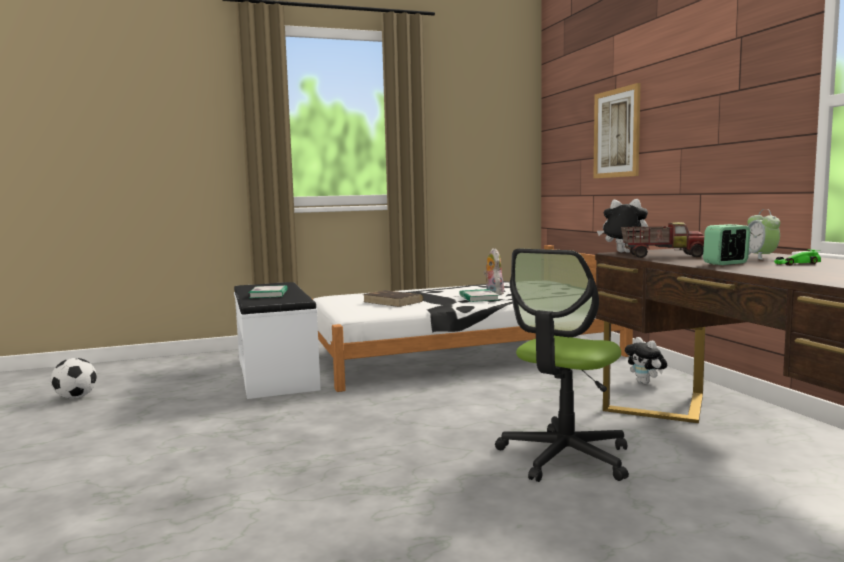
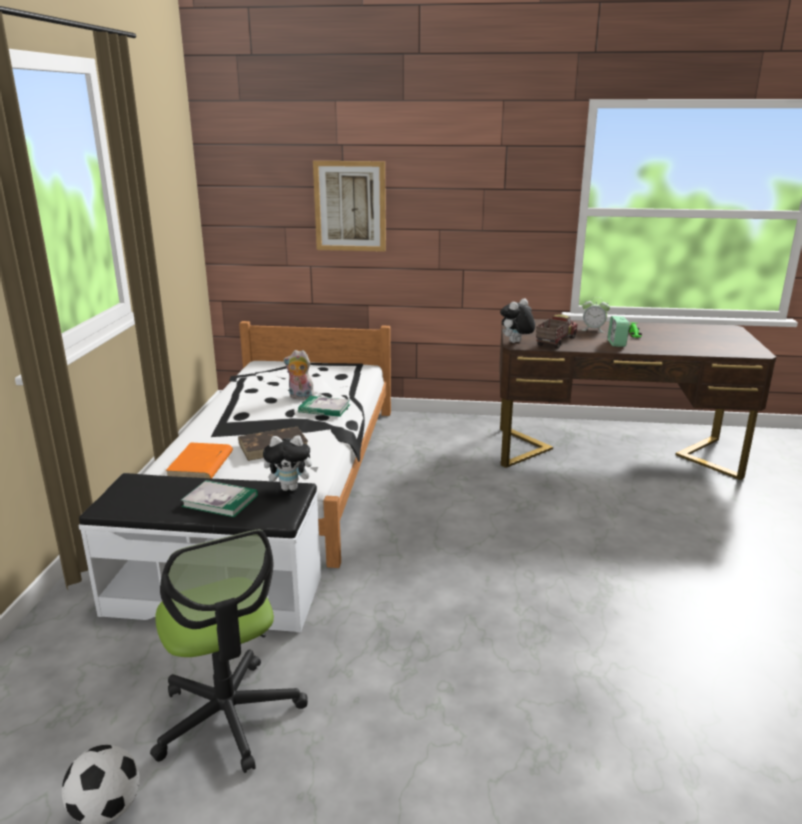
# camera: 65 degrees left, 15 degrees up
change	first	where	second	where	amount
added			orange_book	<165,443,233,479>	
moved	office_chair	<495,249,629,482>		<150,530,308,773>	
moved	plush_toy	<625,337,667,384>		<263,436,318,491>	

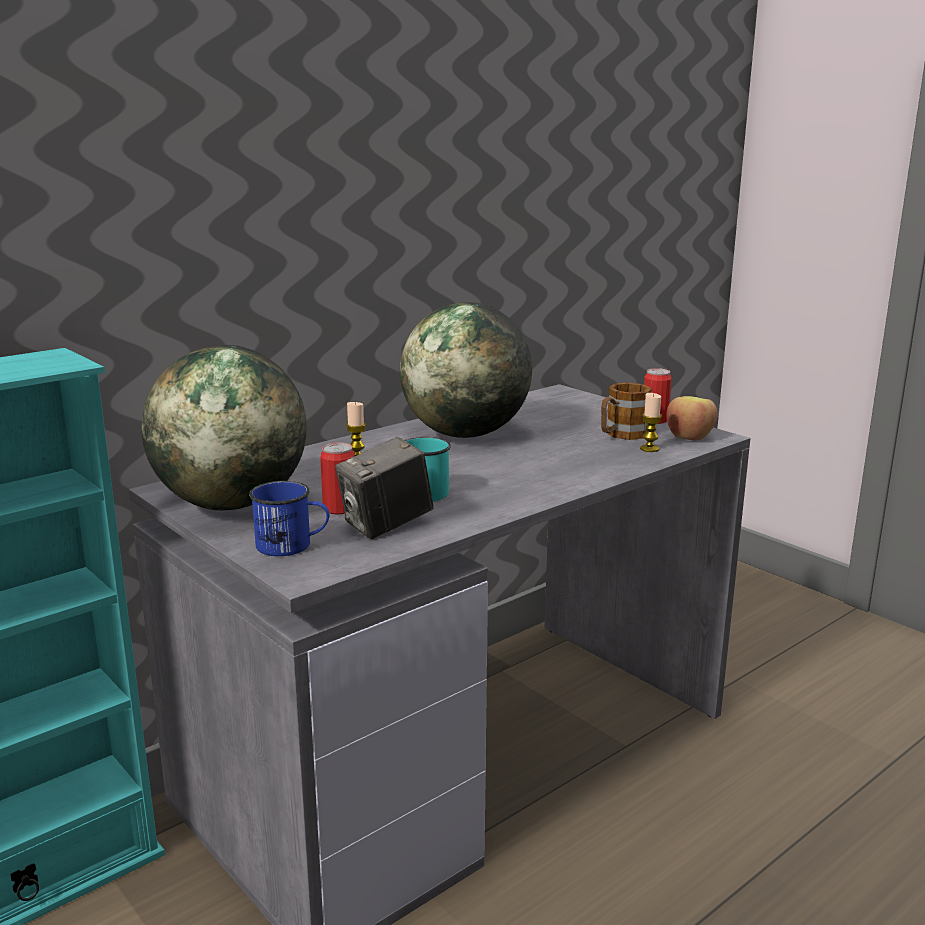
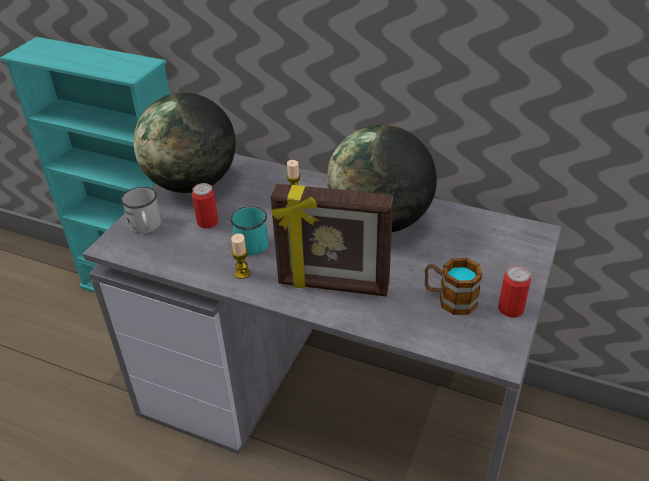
# camera: 65 degrees right, 20 degrees up
change	first	where	second	where	amount
removed	photo_camera	<335,437,434,539>			
removed	apple	<666,396,717,441>			
added			picture_frame	<271,184,393,296>	
moved	candle	<640,393,662,452>		<231,234,250,279>	
recoloured	blue_mug	<249,481,329,556>	white_mug	<121,187,161,234>	

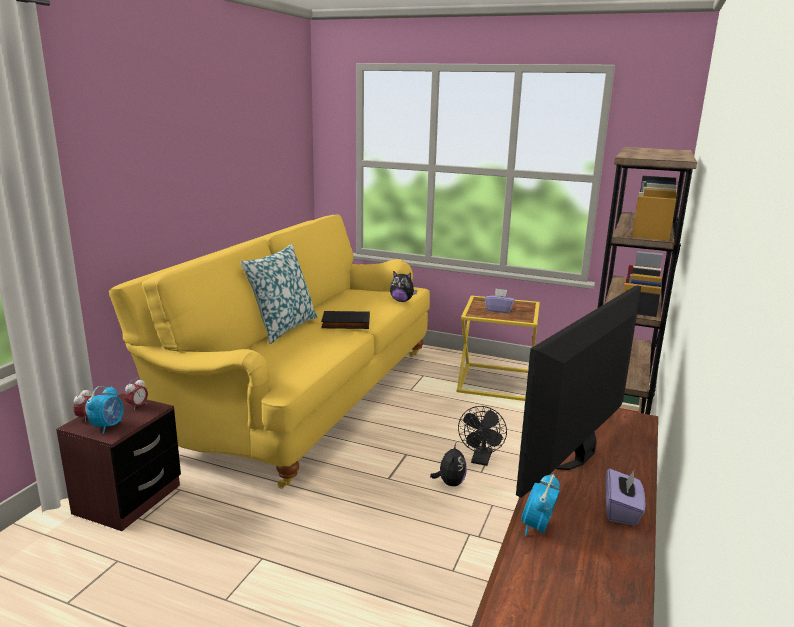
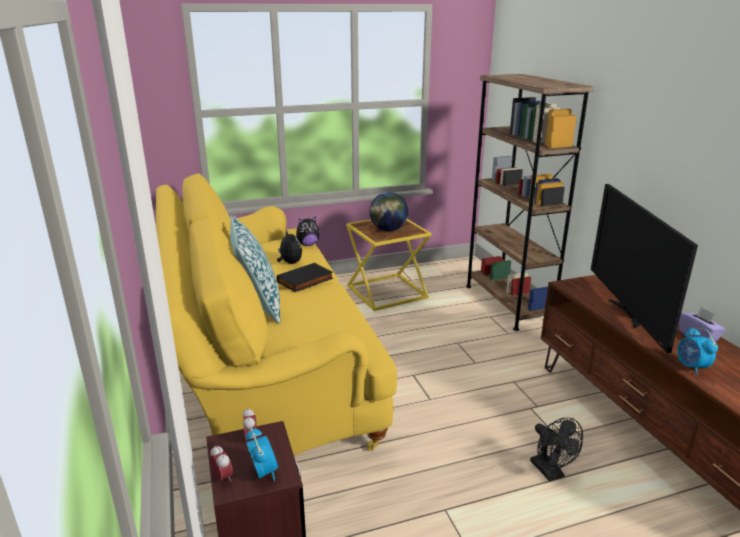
# camera: 40 degrees left, 5 degrees up
change	first	where	second	where	amount
moved	plush_toy	<430,443,467,486>		<277,230,302,264>	
moved	black_fan	<458,406,507,466>		<530,418,583,482>	
replaced	purple_tissue_box	<485,288,515,313>	globe	<369,192,409,231>	

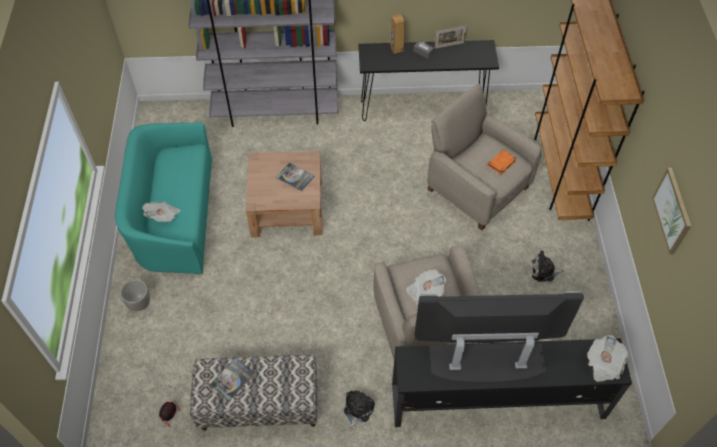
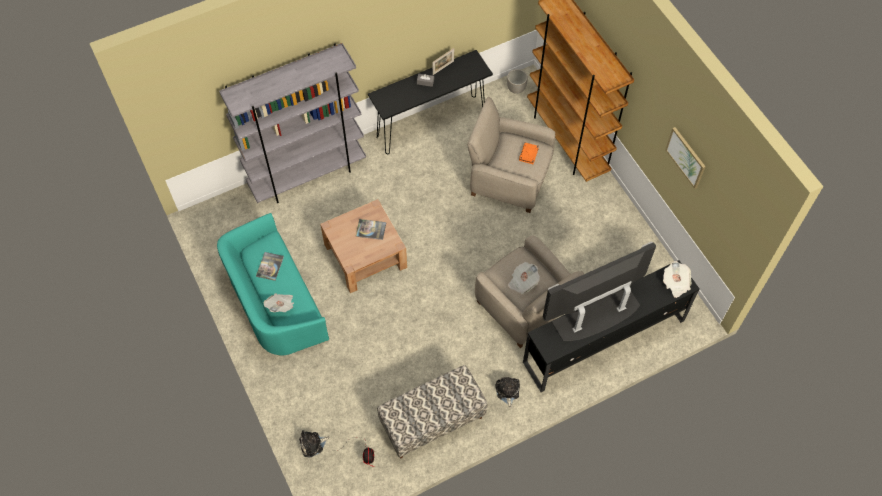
# camera: 25 degrees left, 5 degrees up
change	first	where	second	where	amount
removed	brown_speaker	<390,14,405,54>			
moved	planter	<120,279,150,311>		<507,69,528,94>	
moved	book	<210,358,255,401>		<256,252,284,281>	
moved	plush_toy	<532,250,564,282>		<299,430,330,458>	

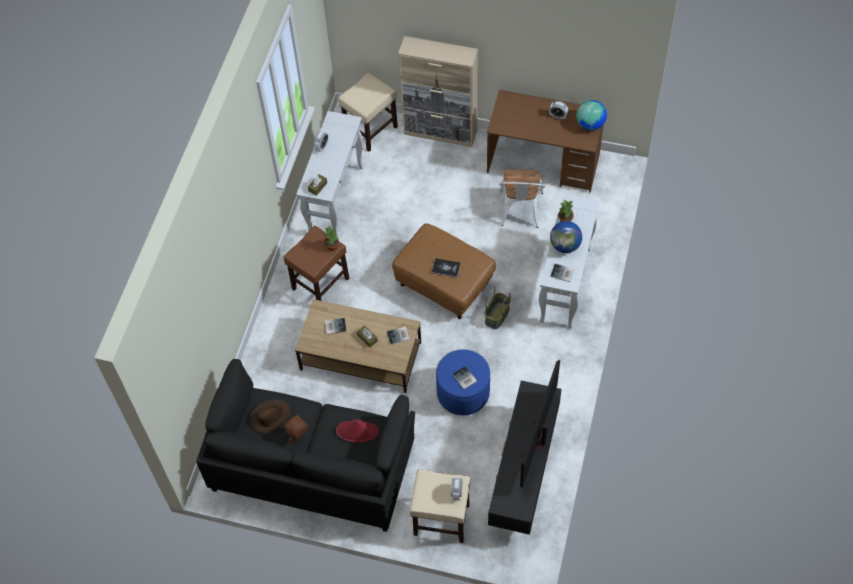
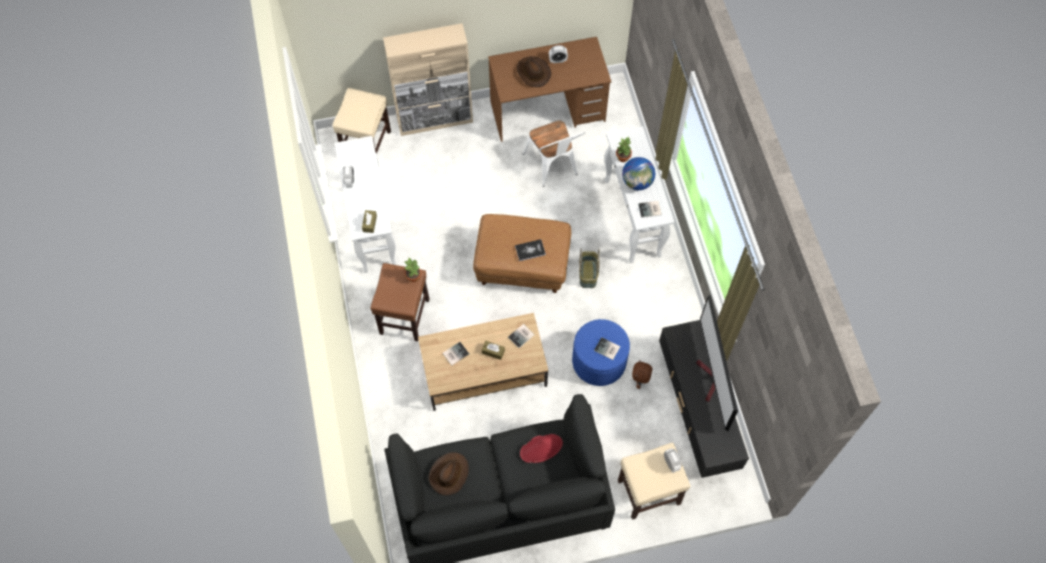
# camera: 30 degrees left, 5 degrees up
change	first	where	second	where	amount
removed	globe	<576,100,607,131>			
added			brown_hat	<517,56,551,87>	
moved	brown_plush_toy	<284,414,308,443>		<632,360,652,389>	

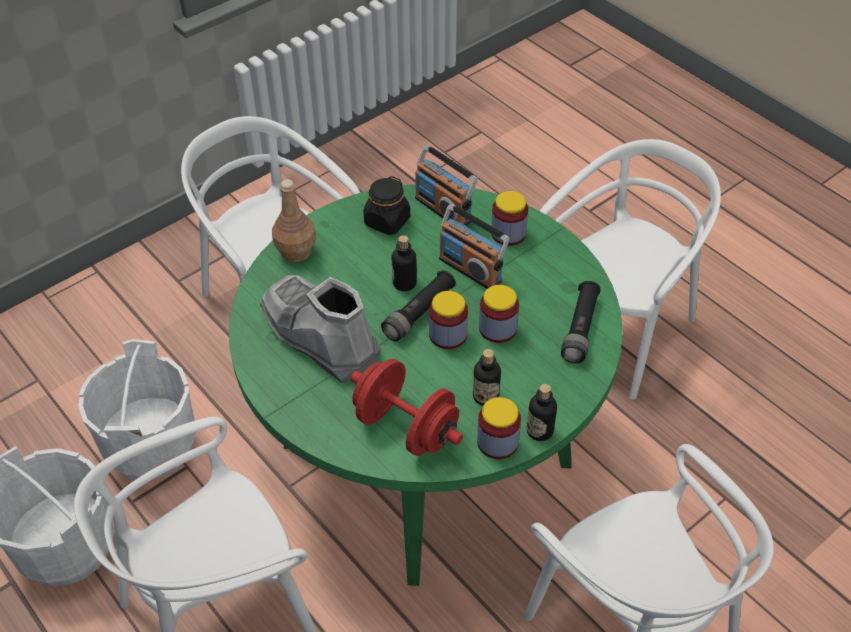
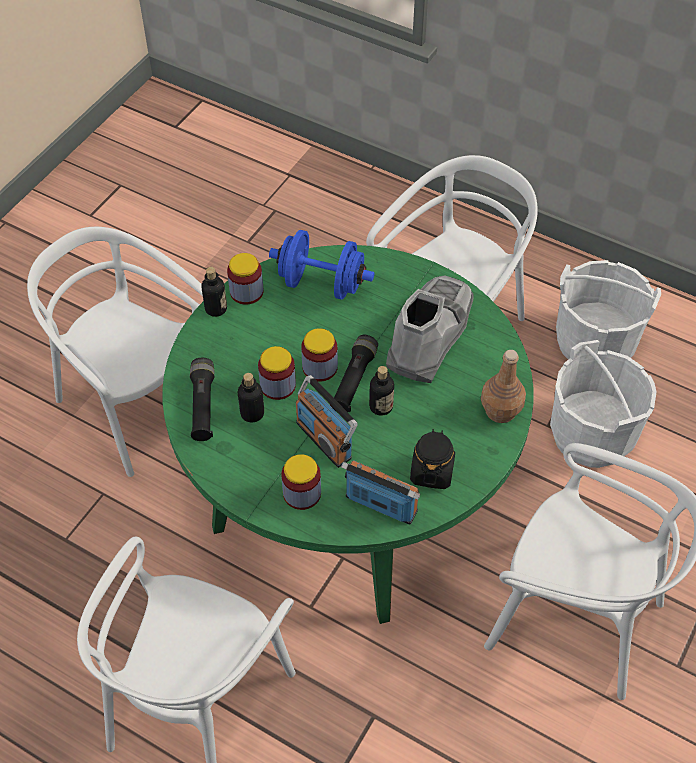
# camera: 160 degrees right, 5 degrees up
change	first	where	second	where	amount
moved	bottle	<473,349,501,405>		<237,373,264,422>	
recoloured	red_dumbbell	<351,359,463,456>	blue_dumbbell	<269,230,374,300>	
turned	grey_boot	<260,275,381,383>		<386,275,474,383>	90 degrees counterclockwise
turned	radio	<439,204,510,289>		<296,375,358,468>	150 degrees counterclockwise

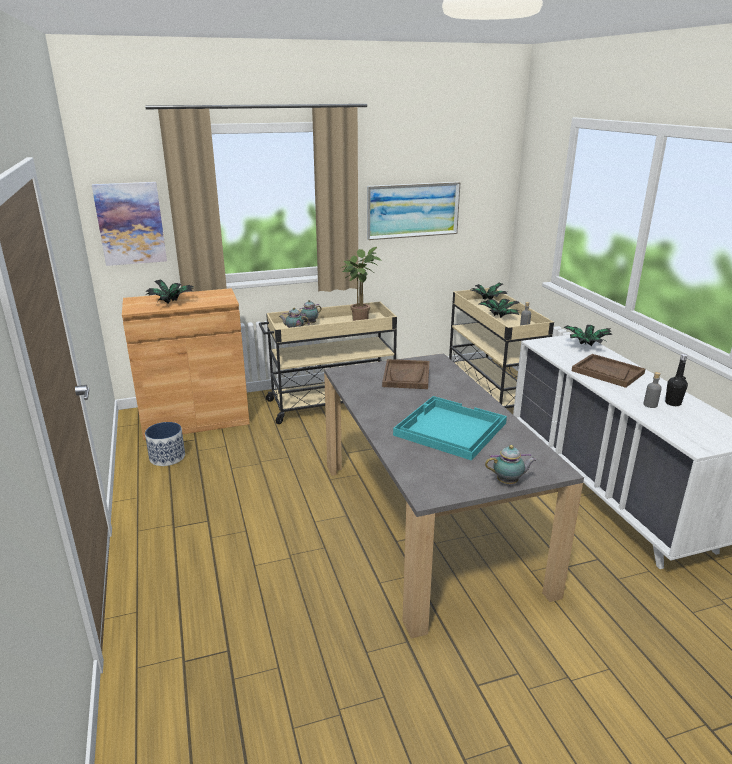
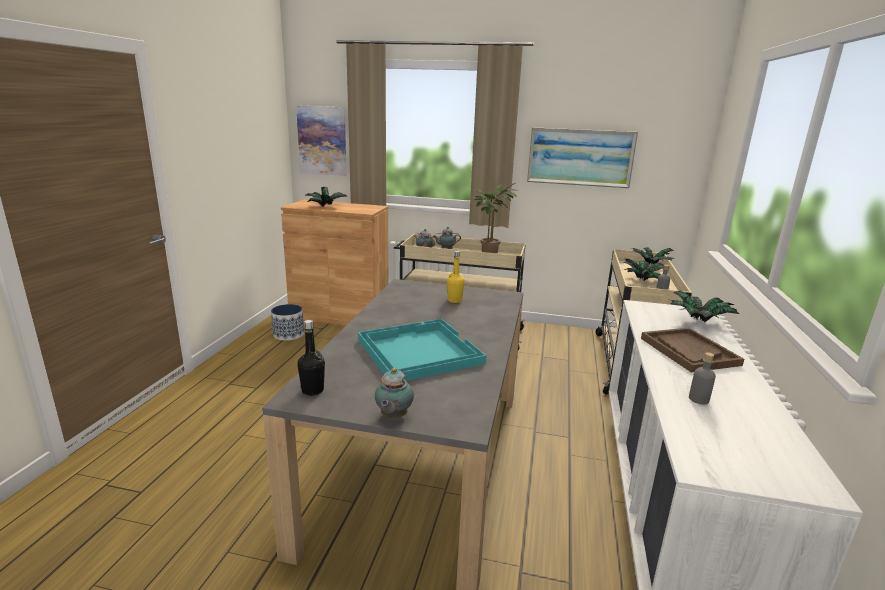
# camera: 30 degrees right, 5 degrees down
change	first	where	second	where	amount
moved	black_bottle	<665,354,688,406>		<297,320,325,396>	
replaced	brown_tray	<382,359,429,389>	yellow_bottle	<447,251,465,303>	
turned	teapot	<485,445,536,484>		<375,367,414,419>	75 degrees clockwise

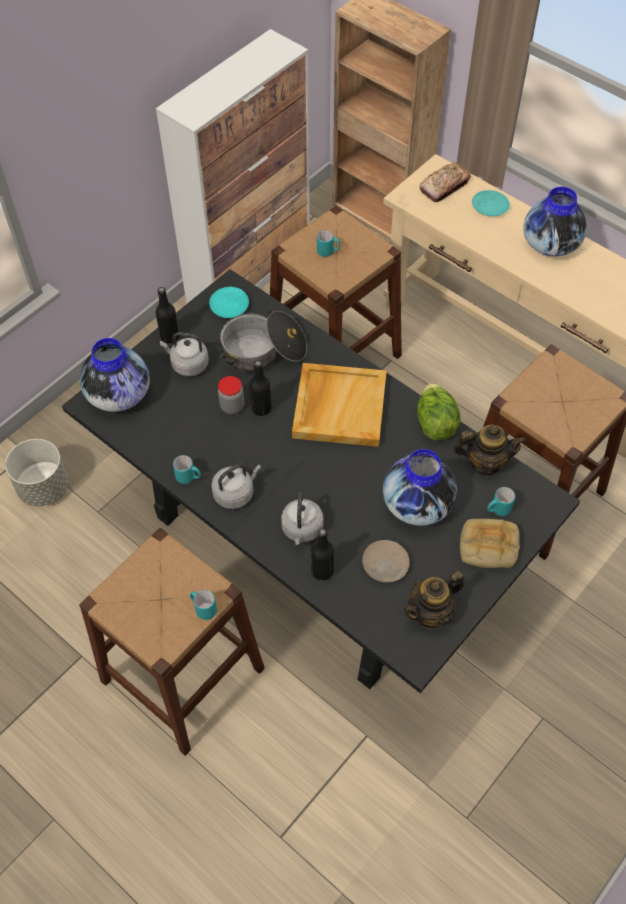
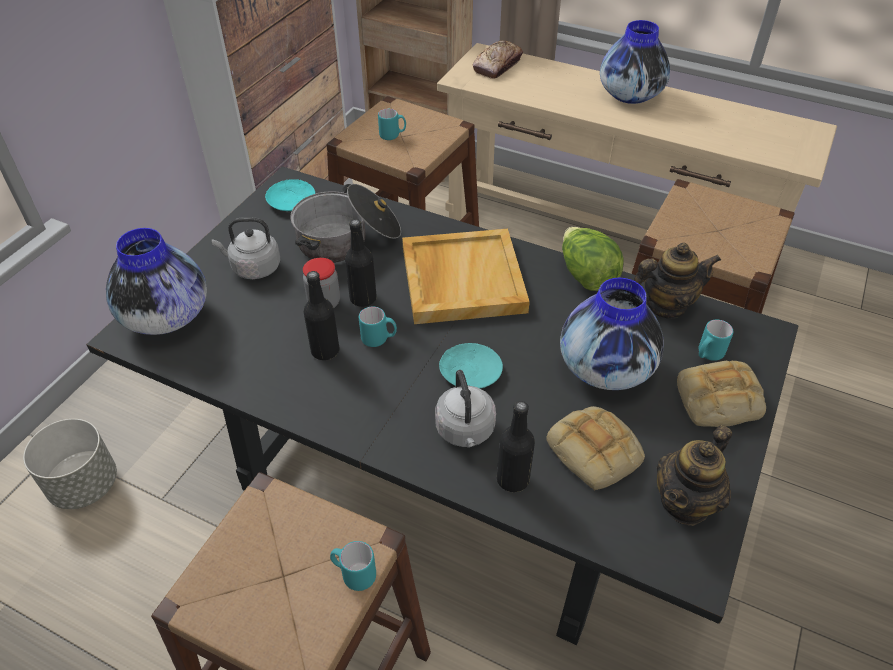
# camera: 15 degrees left, 10 degrees down
change	first	where	second	where	amount
removed	grey_kettle	<211,463,261,509>			
moved	black_bottle	<155,287,180,343>		<304,271,339,360>	
moved	turquoise_mug	<173,455,201,484>		<359,306,397,347>	
moved	turquoise_plate	<472,190,510,216>		<439,343,503,389>	
replaced	beige_plate	<362,540,410,583>	bread	<546,406,645,490>	

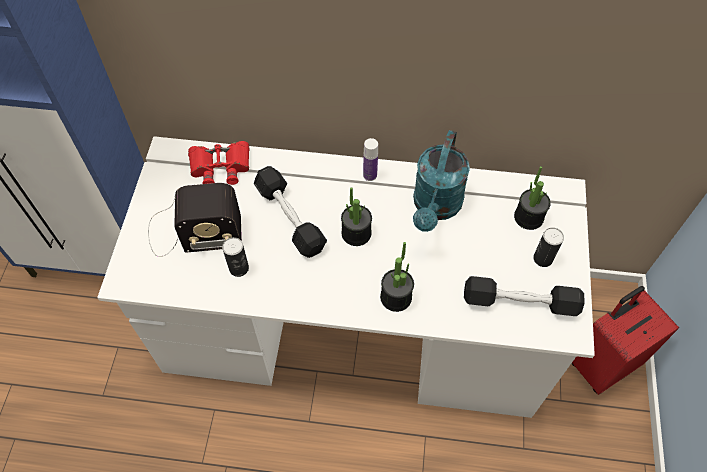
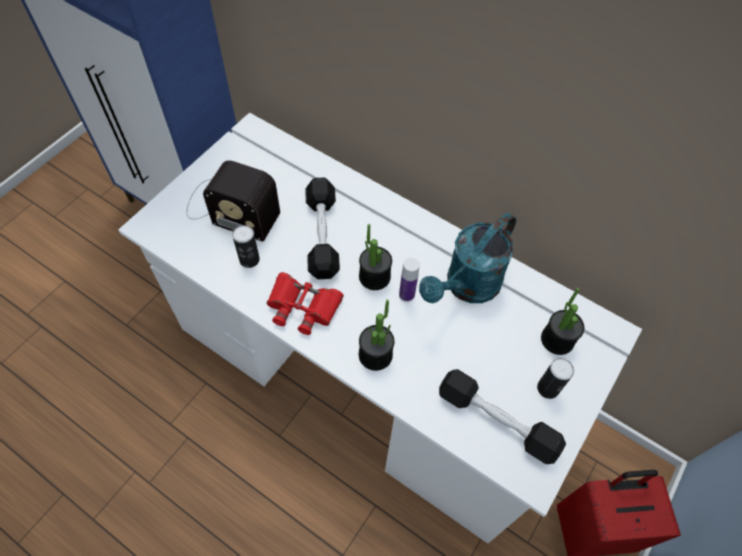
# camera: 25 degrees right, 0 degrees up
change	first	where	second	where	amount
moved	red_binoculars	<188,141,250,185>		<267,272,344,335>	
moved	bottle	<363,138,378,181>		<399,258,420,302>	

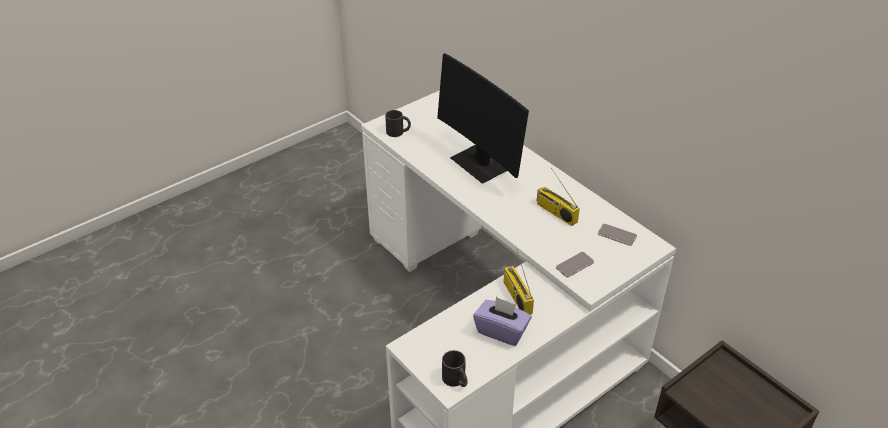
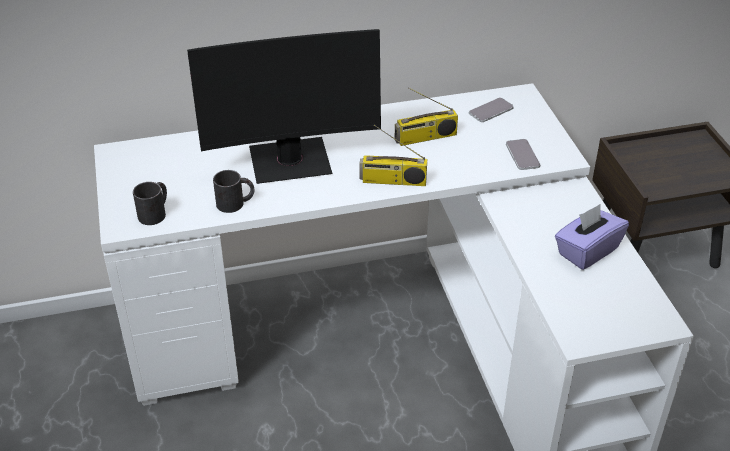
# camera: 65 degrees left, 0 degrees up
change	first	where	second	where	amount
moved	black_mug	<442,350,468,387>		<213,170,254,213>	
moved	radio	<504,249,534,315>		<359,125,427,186>	

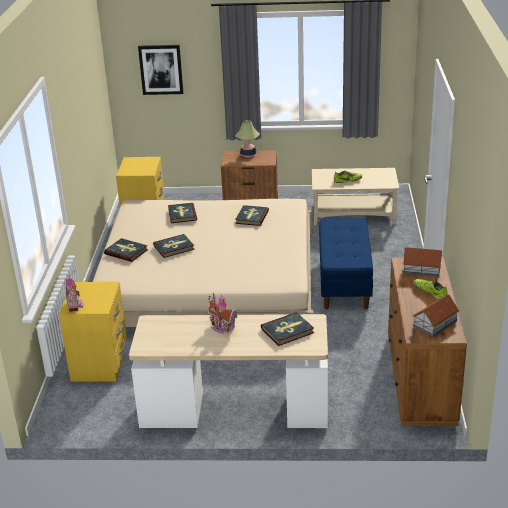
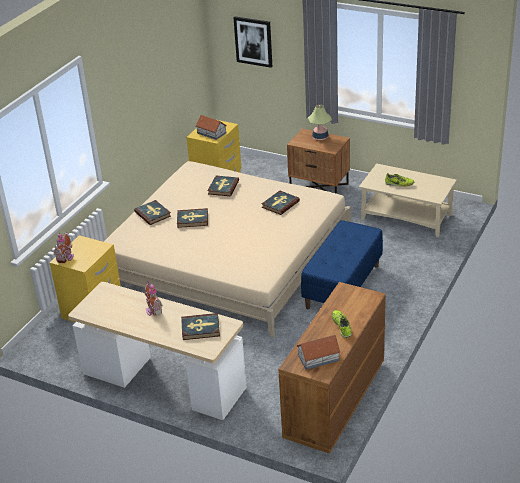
# camera: 25 degrees right, 5 degrees up
change	first	where	second	where	amount
moved	toy_house	<403,247,442,277>		<196,115,227,140>	

